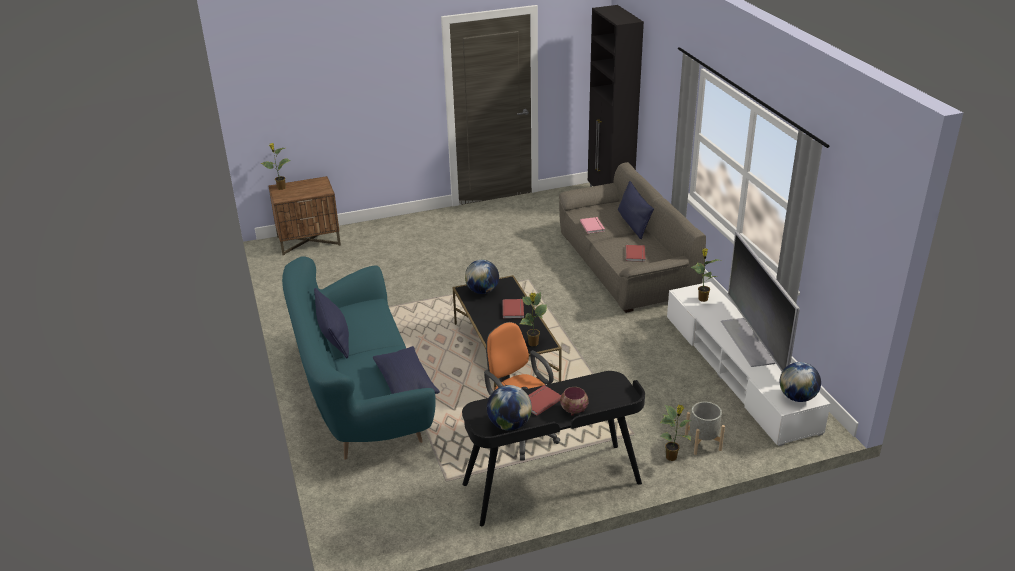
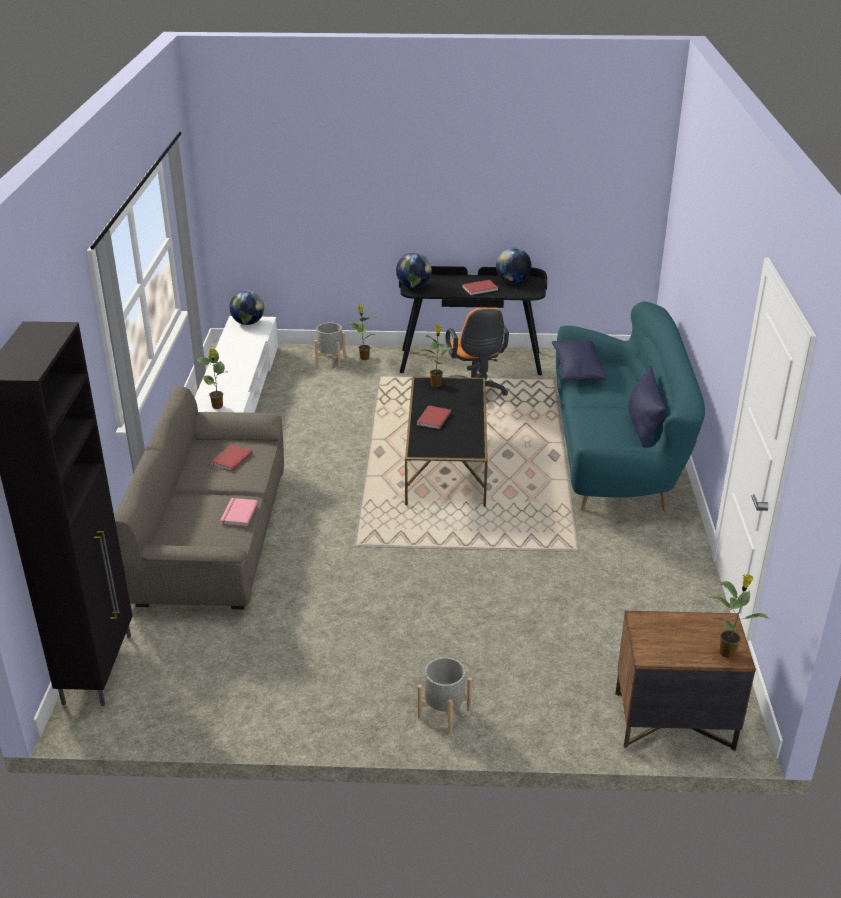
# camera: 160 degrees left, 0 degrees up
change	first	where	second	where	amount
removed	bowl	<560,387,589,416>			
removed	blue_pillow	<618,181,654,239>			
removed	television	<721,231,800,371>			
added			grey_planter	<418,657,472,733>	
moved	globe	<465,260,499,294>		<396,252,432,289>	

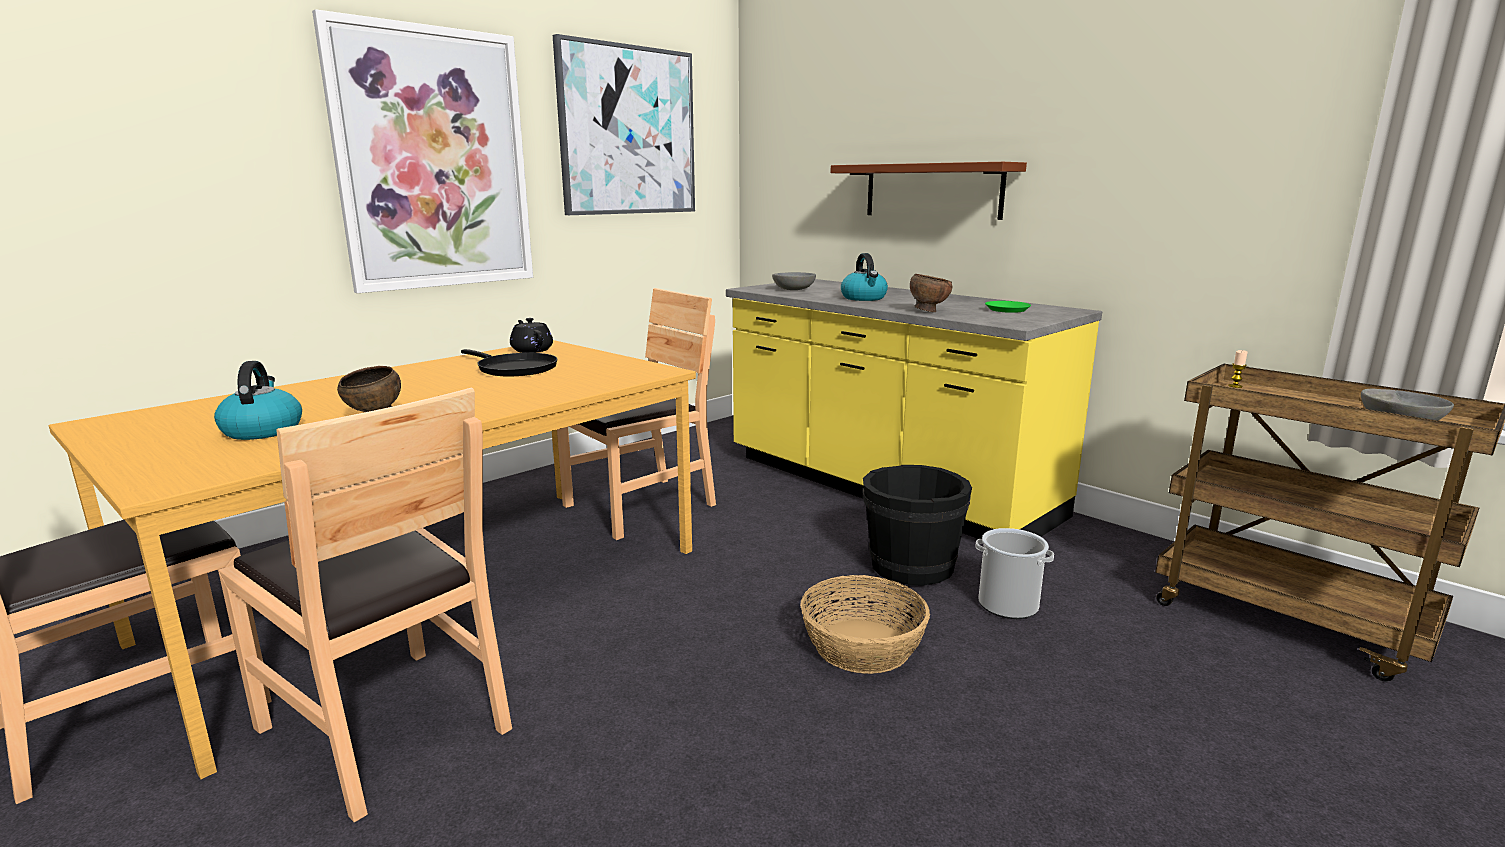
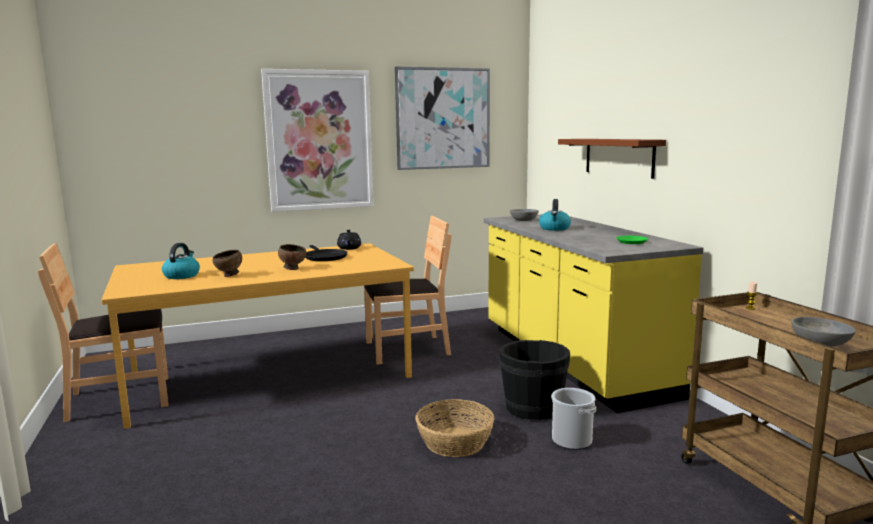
# camera: 25 degrees right, 5 degrees down
change	first	where	second	where	amount
removed	brown_chair	<218,388,512,822>			
moved	brown_bowl	<910,274,952,312>		<278,244,307,270>	

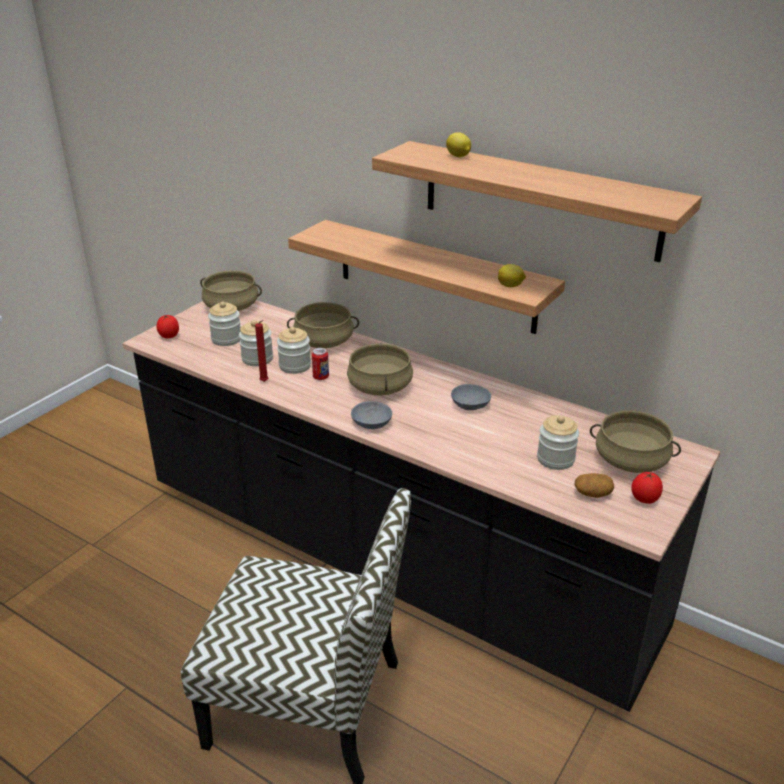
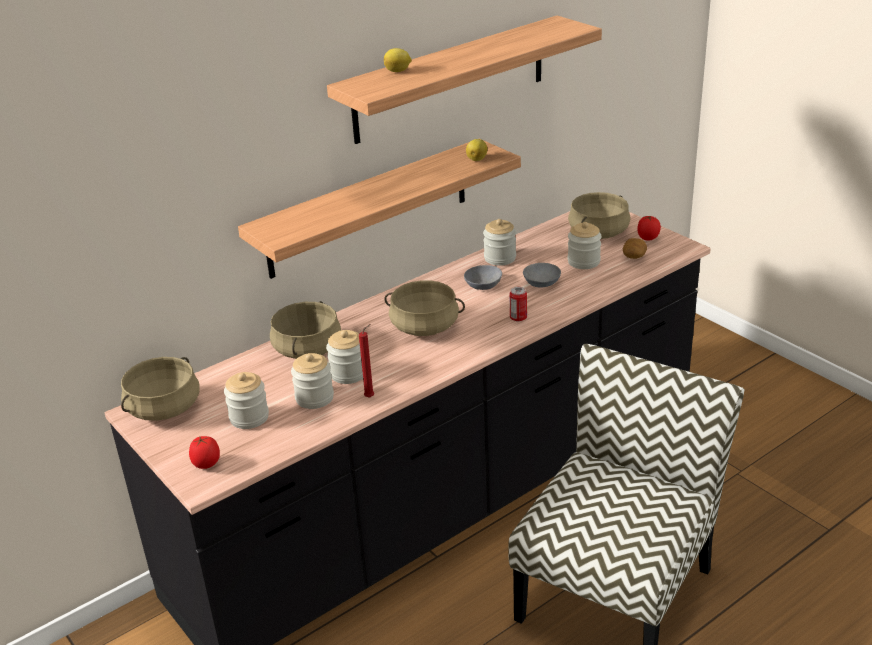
# camera: 70 degrees left, 0 degrees up
change	first	where	second	where	amount
added			jar	<483,219,516,266>	
moved	can	<312,348,329,380>		<510,287,527,322>	
moved	grey_bowl	<351,401,392,429>		<523,263,561,287>	

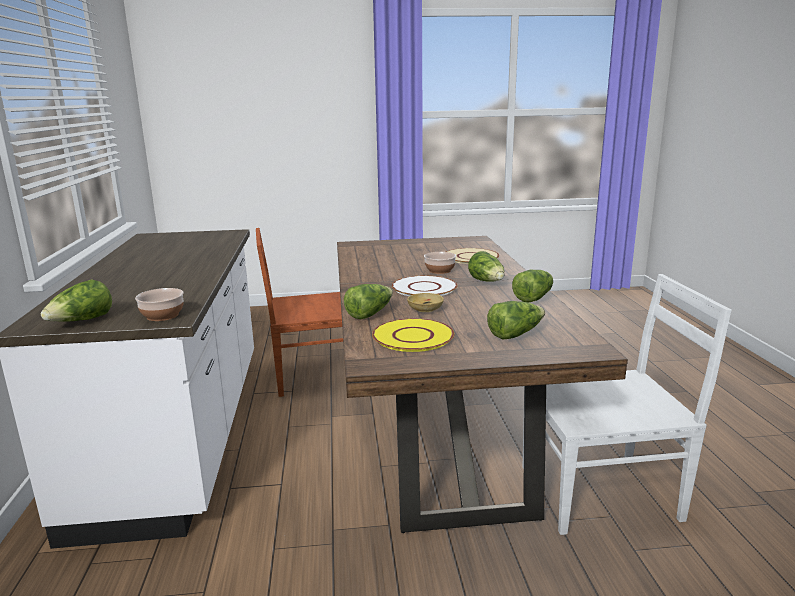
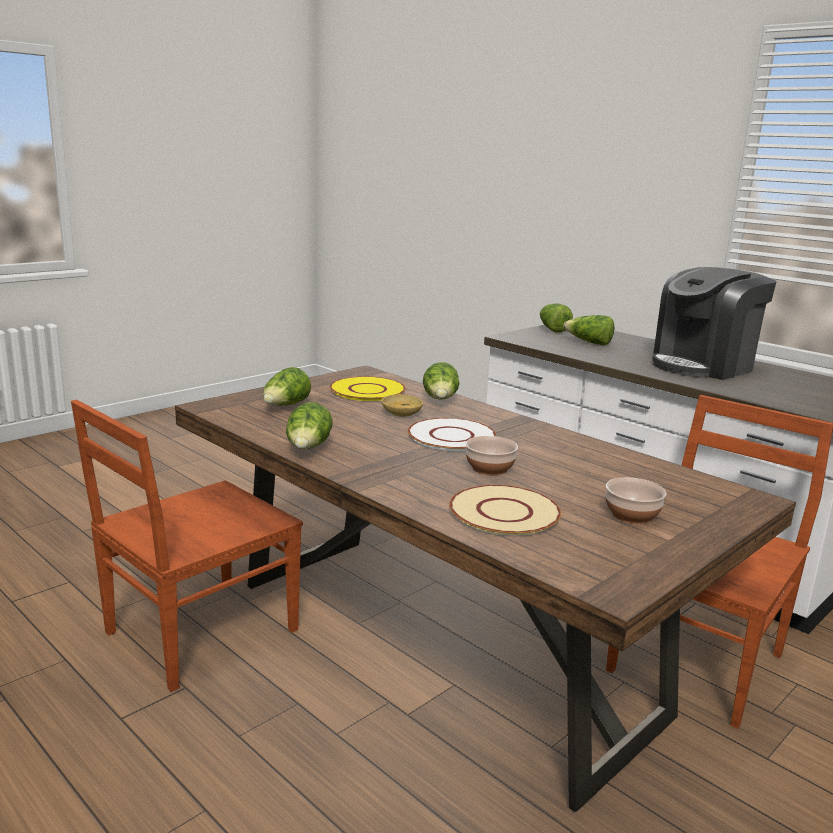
# camera: 140 degrees right, 0 degrees up
change	first	where	second	where	amount
added			coffee_machine	<652,267,776,380>	
moved	bowl	<135,288,184,321>		<606,477,666,524>	
moved	lettuce	<468,251,505,282>		<563,315,614,346>	
recoloured	white_chair	<523,274,732,535>	brown_chair	<71,400,303,692>	

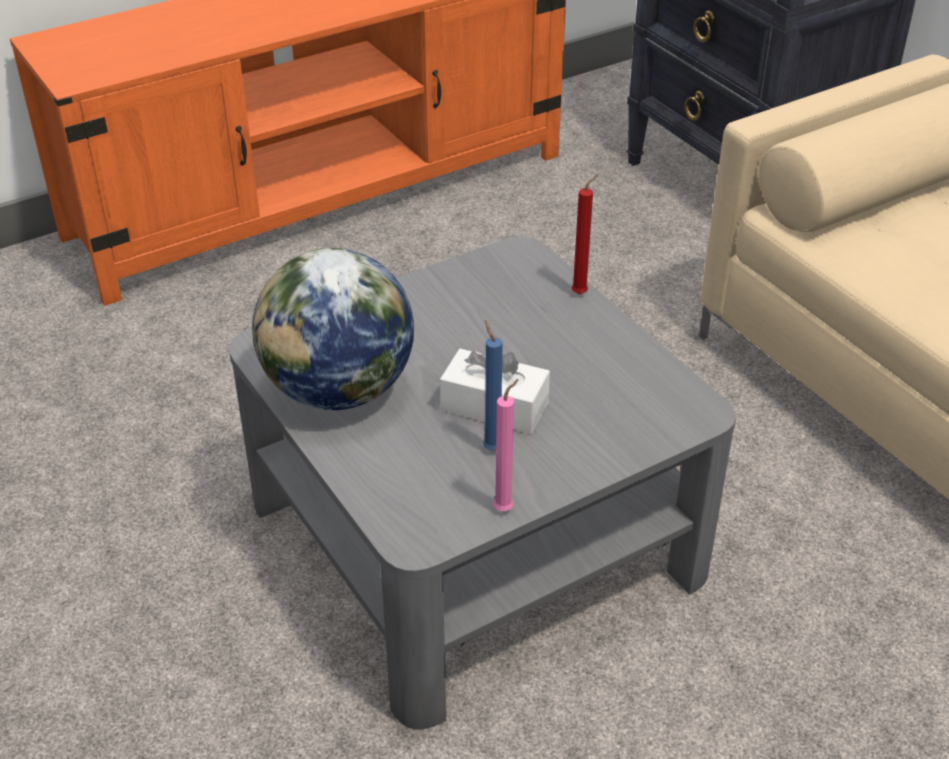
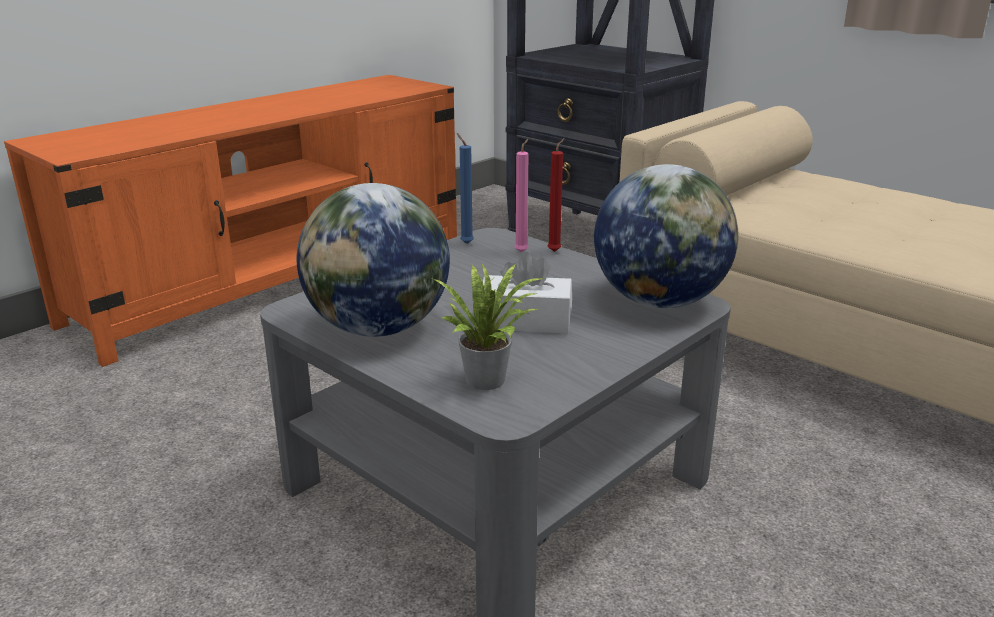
# camera: 15 degrees left, 15 degrees down
change	first	where	second	where	amount
added			potted_plant	<433,264,544,390>	
added			globe	<594,164,739,308>	
moved	blue_candle	<483,320,503,451>		<457,133,474,244>	
moved	pink_candle	<494,379,518,511>		<514,139,529,253>	

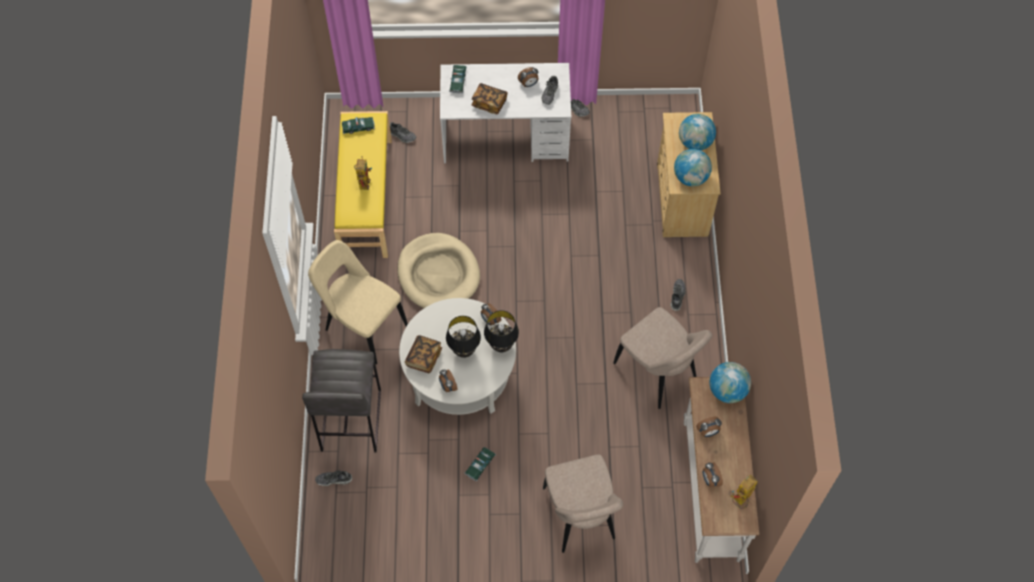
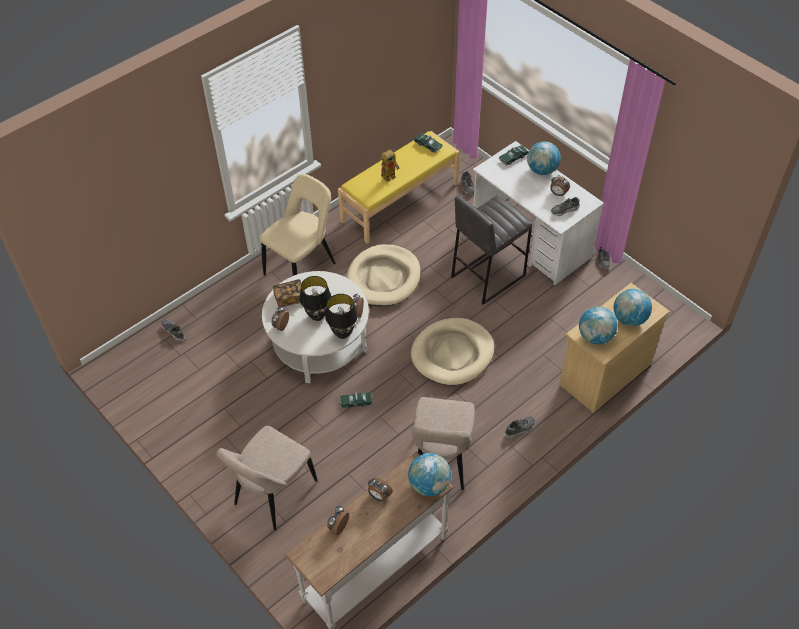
# camera: 50 degrees right, 10 degrees down
change	first	where	second	where	amount
removed	book	<471,83,508,114>			
removed	toy_robot	<731,475,758,509>			
added			beige_dog_bed	<411,318,494,385>	
added			globe	<527,141,561,175>	
moved	grey_stool	<302,349,381,452>		<451,195,532,305>	
moved	toy_car	<465,447,496,481>		<340,392,373,409>	
turned	beige_chair	<308,240,408,364>		<260,174,335,276>	45 degrees clockwise

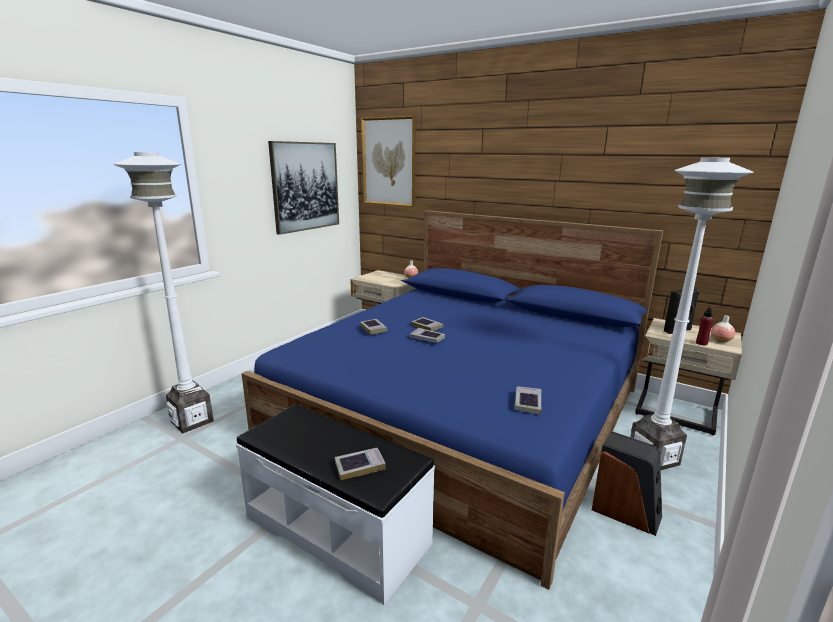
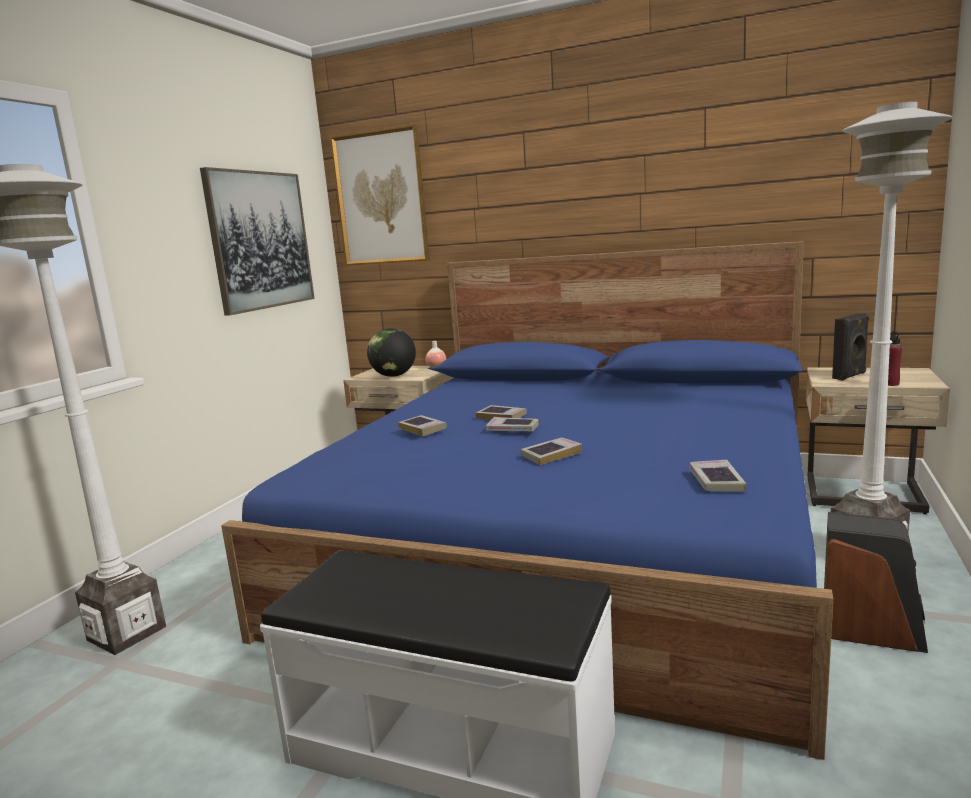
# camera: 10 degrees left, 5 degrees down
change	first	where	second	where	amount
removed	vase	<711,315,735,342>			
added			globe	<367,328,416,377>	
moved	book	<335,448,386,480>		<520,437,582,465>	

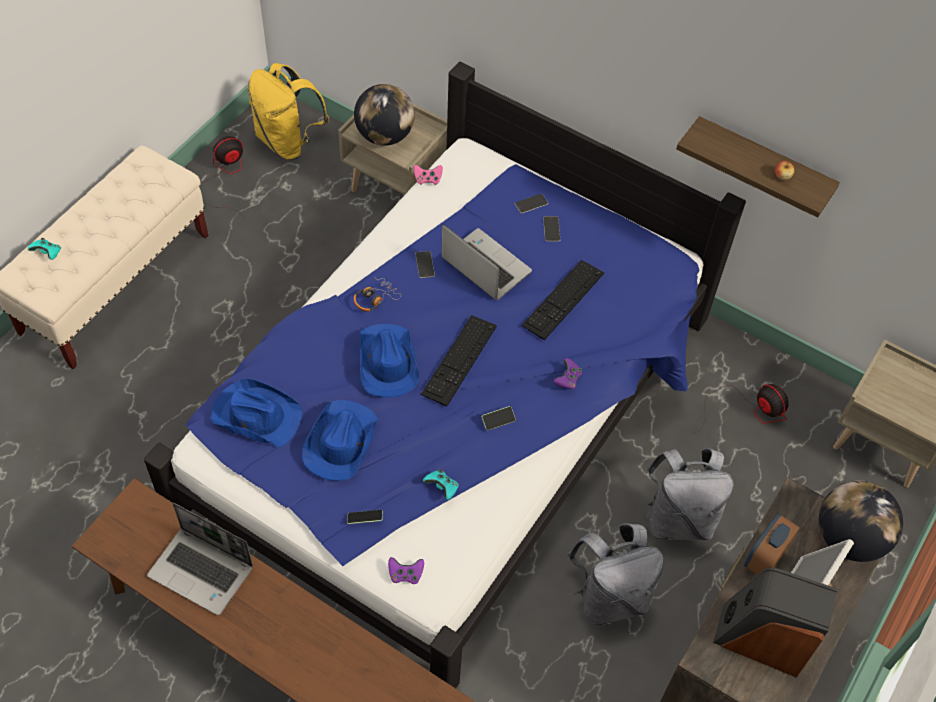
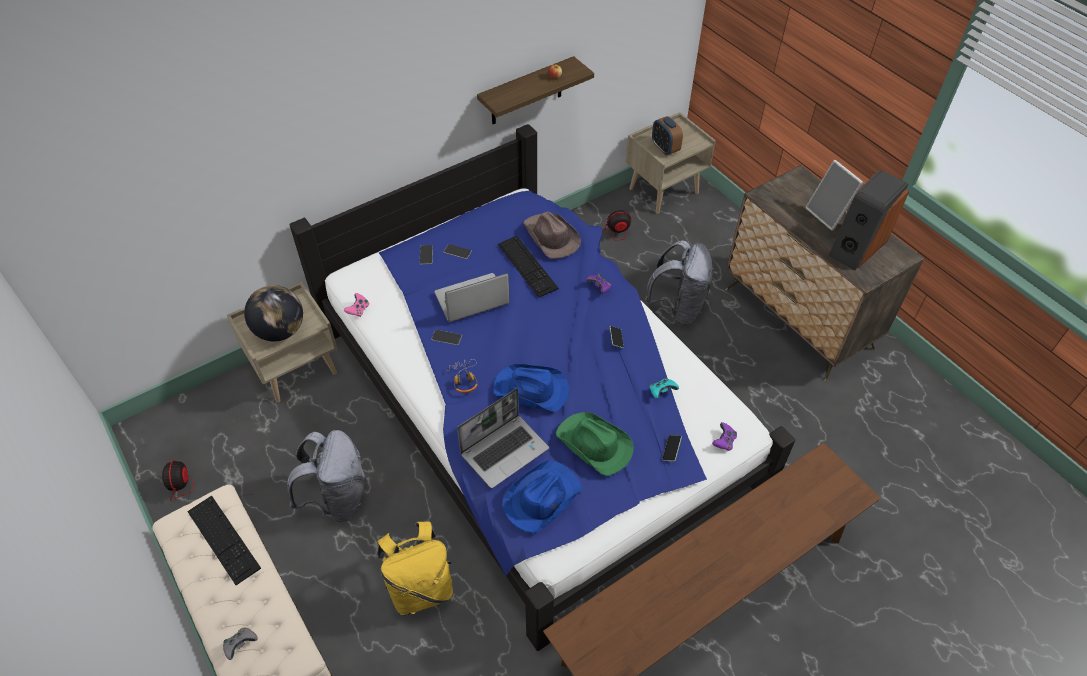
# camera: 65 degrees left, 5 degrees down
change	first	where	second	where	amount
removed	globe	<819,480,903,562>			
added			brown_hat	<523,211,581,259>	
moved	laptop	<147,503,253,615>		<457,388,549,488>	
moved	yellow_backpack	<248,63,329,160>		<377,521,453,615>	
moved	keyboard	<421,315,497,407>		<187,495,261,585>	
moved	grey_backpack	<567,524,663,625>		<287,430,366,522>	
moved	alarm_clock	<744,514,800,575>		<652,116,683,155>	
recoloured	turquoise_game_controller	<28,238,61,260>	grey_game_controller	<223,627,258,660>	
recoloured	blue_hat	<302,400,379,481>	green_hat	<556,412,634,476>	

